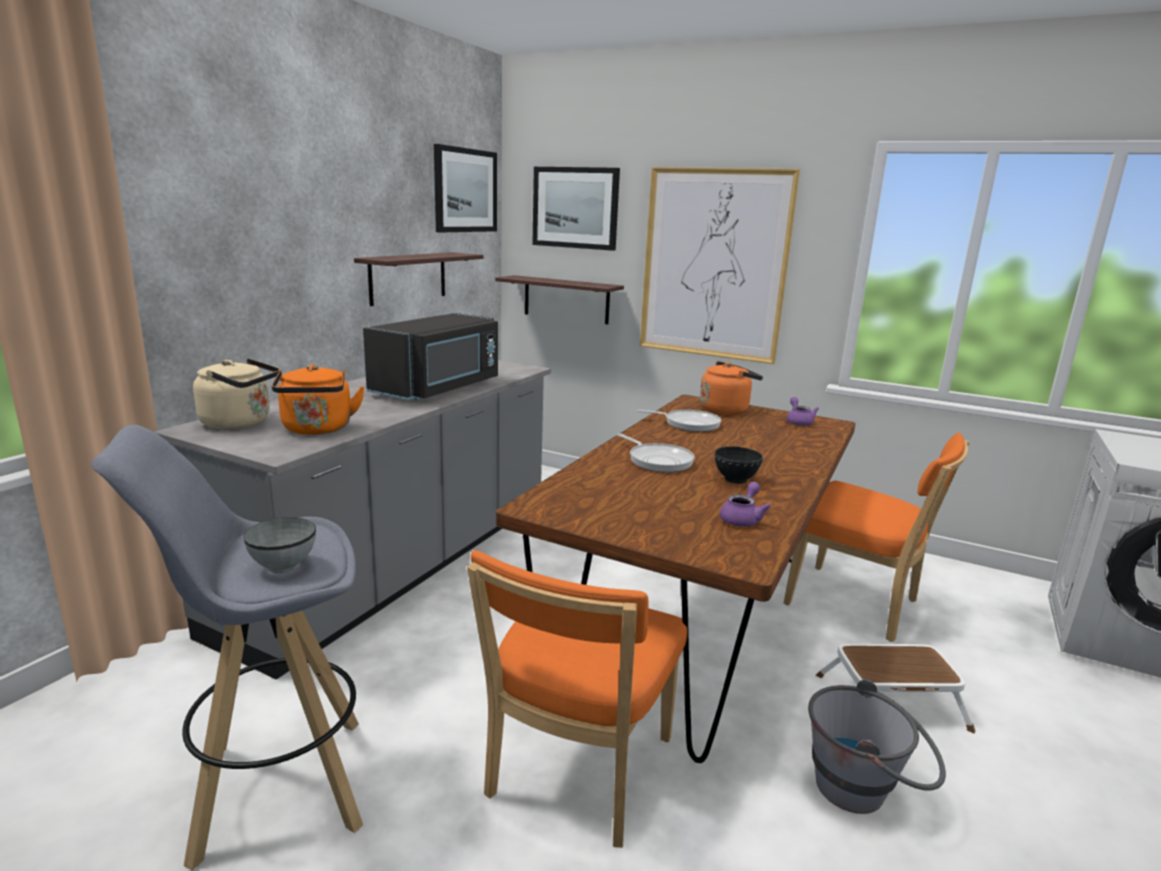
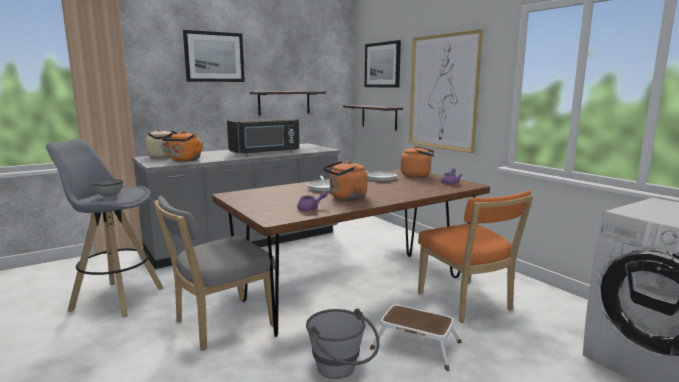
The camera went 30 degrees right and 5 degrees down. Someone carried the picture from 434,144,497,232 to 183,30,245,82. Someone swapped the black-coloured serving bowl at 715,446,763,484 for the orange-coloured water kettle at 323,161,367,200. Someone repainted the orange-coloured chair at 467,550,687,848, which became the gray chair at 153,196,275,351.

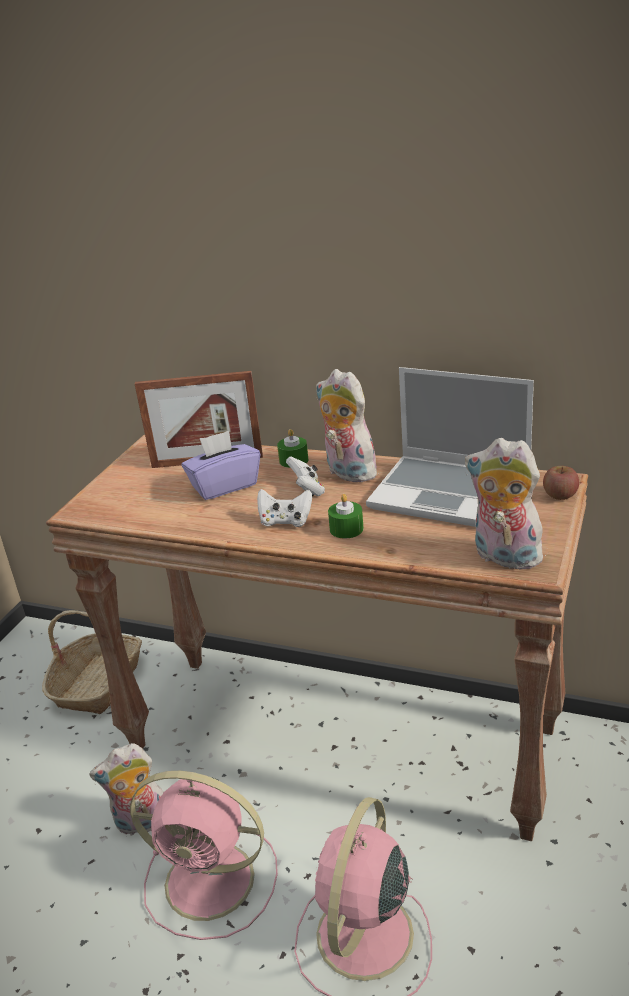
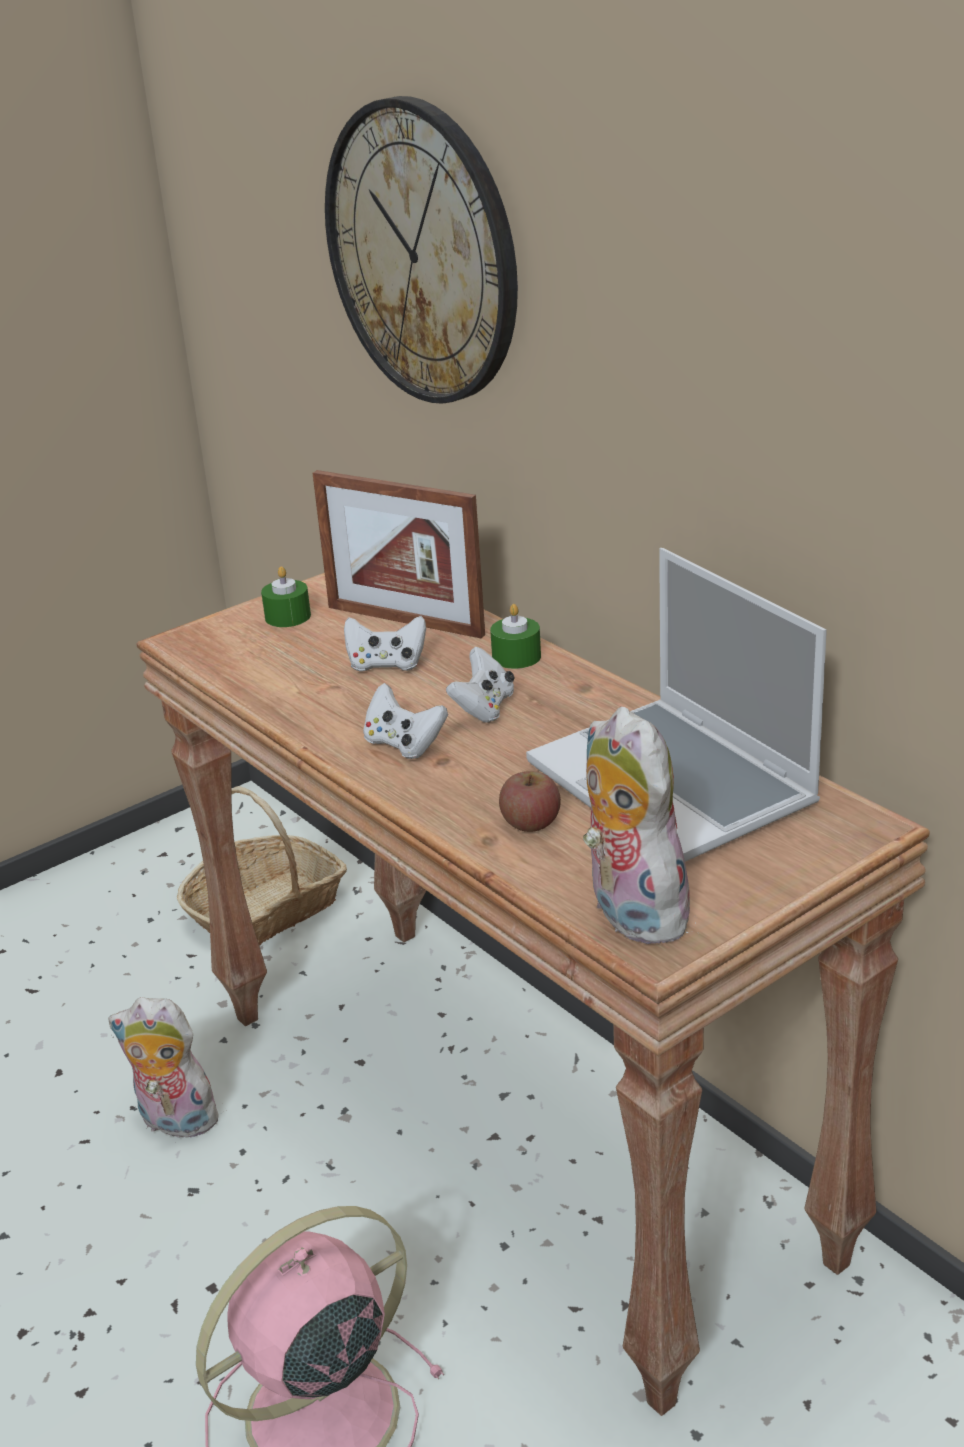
The camera went 30 degrees right and 0 degrees up. Someone took away the pink cooling fan at 130,771,278,940. Someone took away the soft toy at 316,369,377,482. Someone put up the wall clock at 325,96,518,404. Someone carried the greenish wax candle from 328,494,364,539 to 261,566,311,627. Someone carried the apple fruit from 543,466,579,500 to 499,771,561,832. Someone swapped the purplish tissue holder at 181,431,260,500 for the white-coloured game controller at 344,616,426,672.

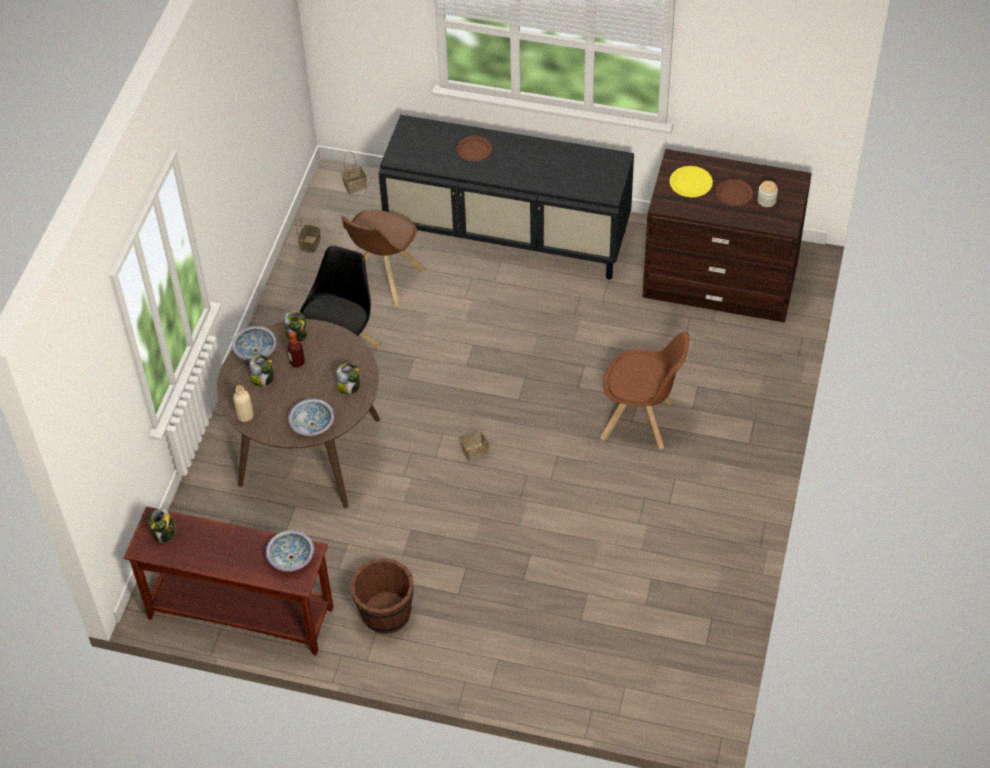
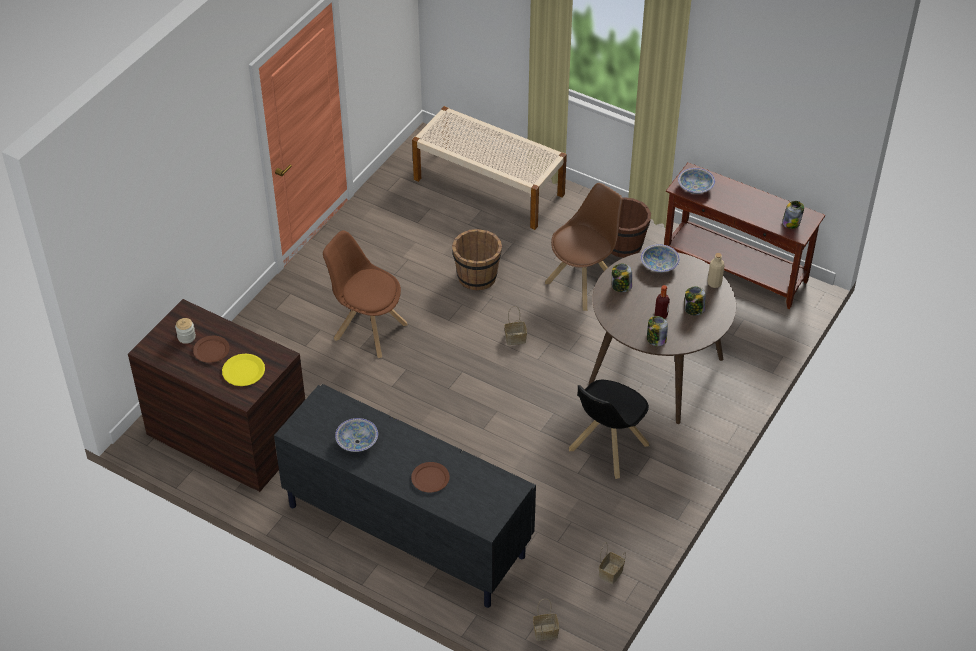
The camera went 165 degrees left and 5 degrees down. Someone put down the beige-coloured long seat at 412,106,567,230. Someone put down the brown-coloured bucket at 452,229,502,290. Someone carried the serving bowl from 232,326,277,361 to 335,418,378,452. Someone carried the brown-coloured chair from 341,210,425,307 to 545,183,623,311.

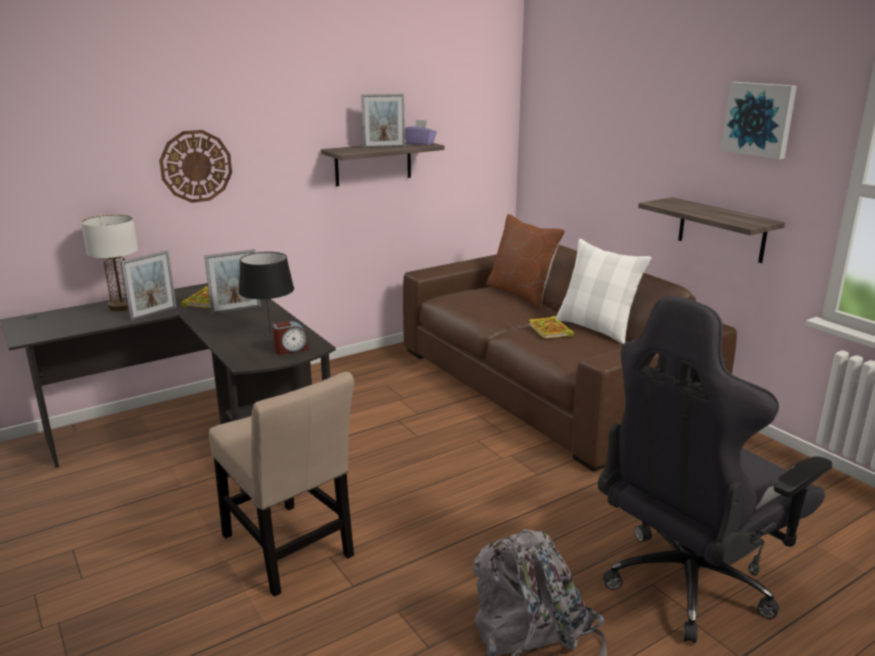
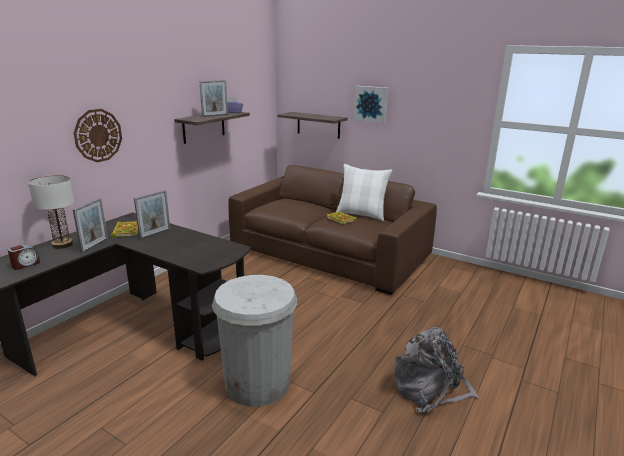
The camera went 25 degrees left and 0 degrees up. Someone took away the black-coloured tabletop lamp at 238,252,294,336. Someone took away the brown-coloured throw pillow at 486,214,565,307. Someone took away the black-coloured office chair at 598,296,833,643. Someone carried the table clock from 272,321,309,355 to 8,245,40,270. Someone carried the bracket shelf from 638,197,785,263 to 278,112,348,139. Someone carried the picture from 721,82,797,159 to 354,86,388,123. Someone swapped the beige-coloured chair at 209,372,354,597 for the white-coloured waste bin at 212,275,297,407.

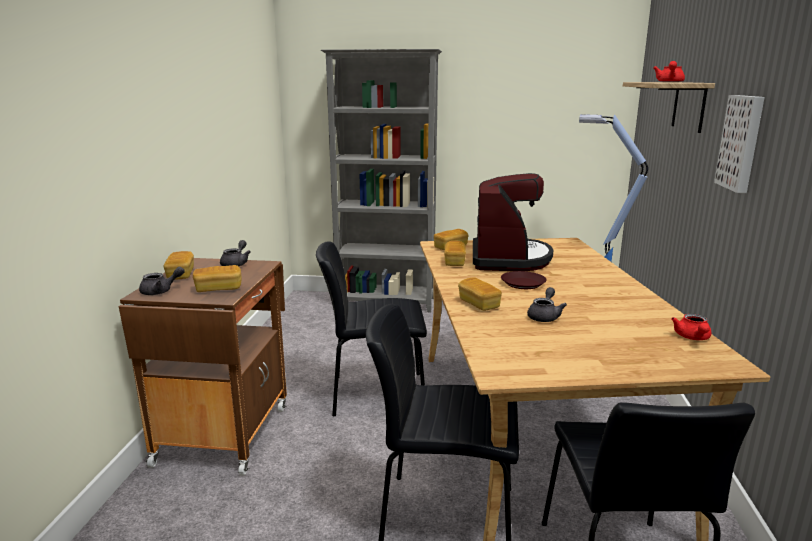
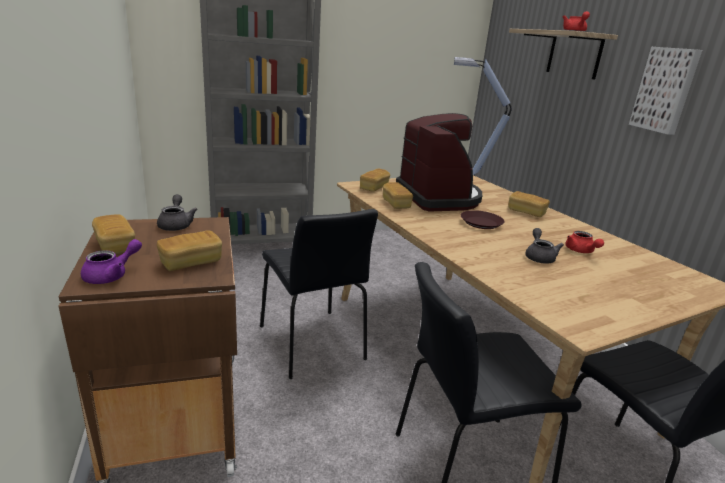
The camera went 25 degrees left and 5 degrees up. Someone carried the baked bread from 458,277,502,311 to 508,191,550,217. Someone carried the reddish pot for tea from 671,314,711,340 to 565,231,604,253. Someone repainted the gray pot for tea at 139,267,185,295, which became the purplish pot for tea at 81,239,142,284. Someone rotated the black-coloured chair at 316,241,427,416 by 90 degrees counterclockwise.

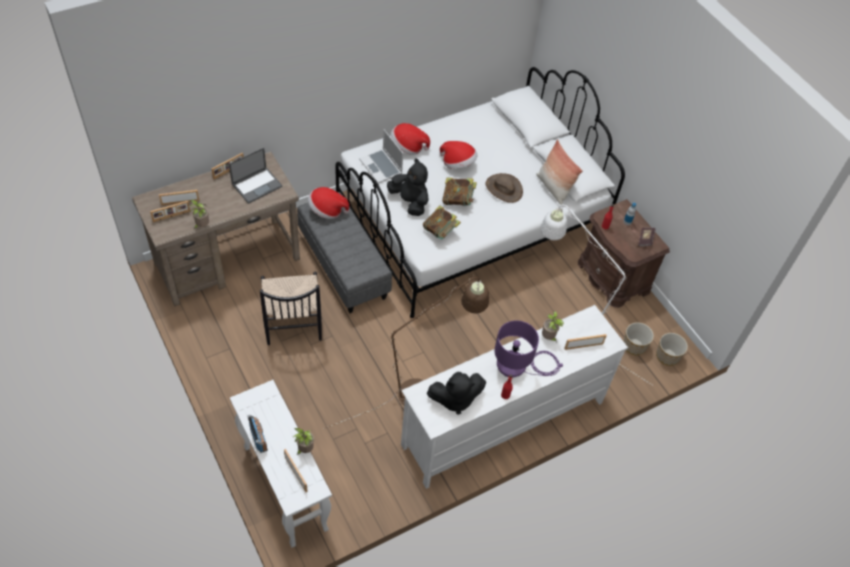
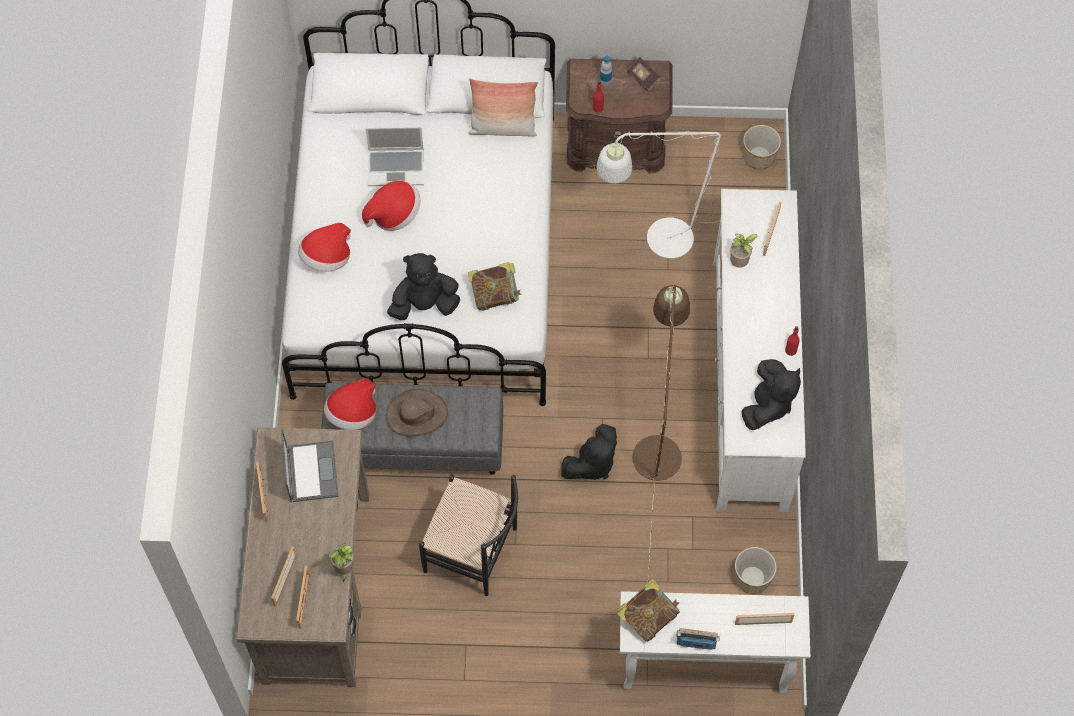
The camera went 55 degrees left and 10 degrees up. Someone took away the plant in a pot at 293,428,314,455. Someone took away the purplish tabletop lamp at 495,320,563,377. Someone put down the black-coloured soft toy at 561,424,617,480. Someone carried the notebook computer from 359,129,403,183 to 365,127,424,186. Someone carried the book from 442,178,477,206 to 617,578,680,642. Someone carried the brown-coloured wearable hat from 485,173,523,203 to 386,389,448,436. Someone carried the planter from 623,322,654,355 to 735,547,777,594.

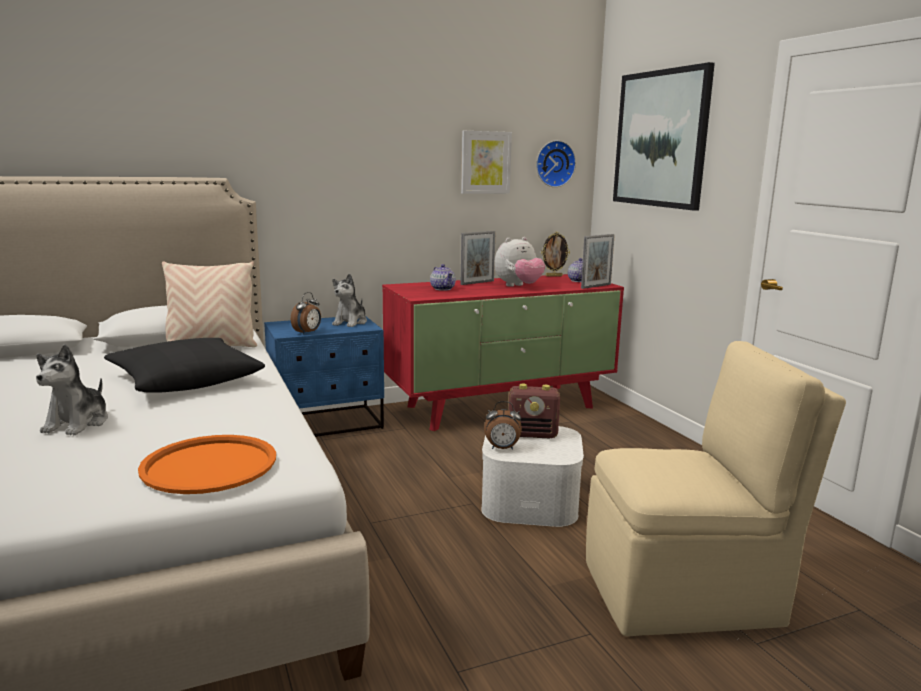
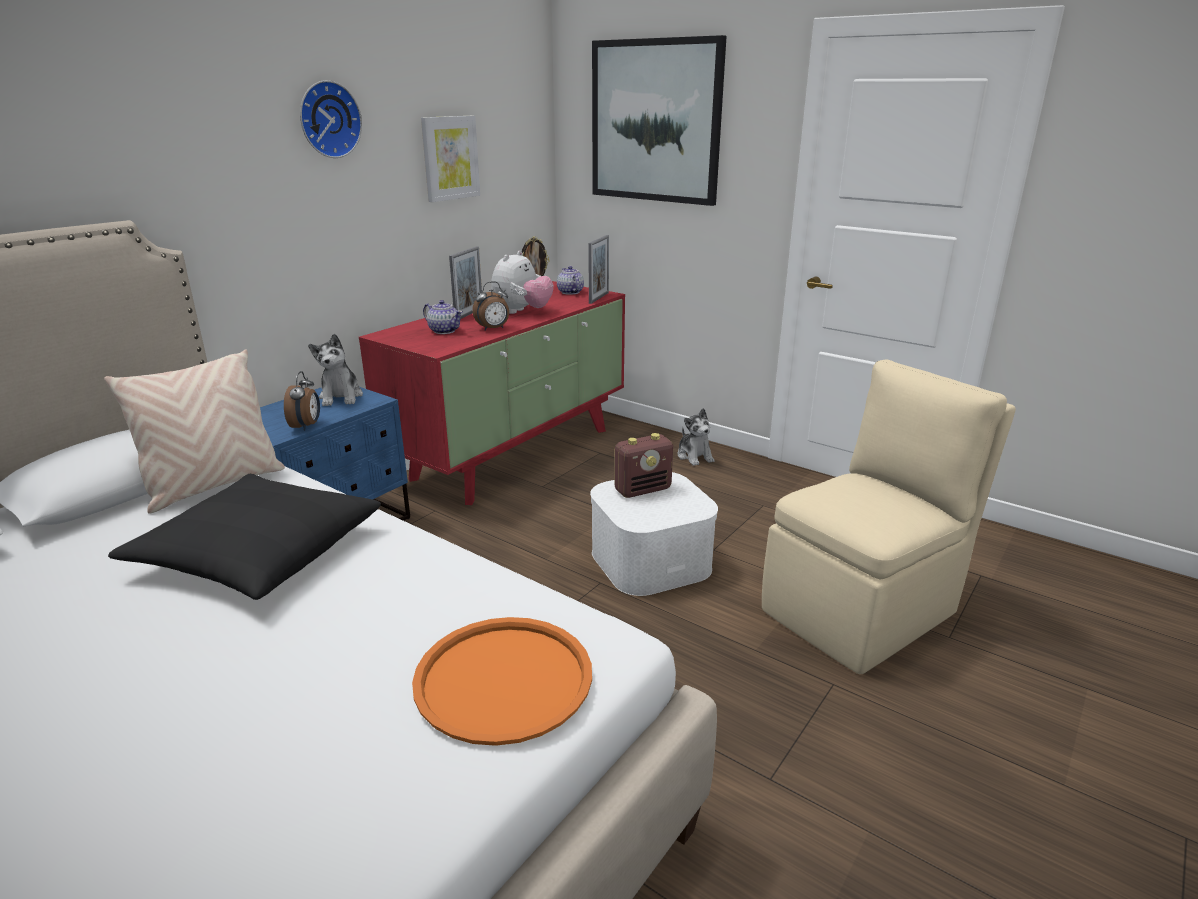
The camera went 30 degrees left and 10 degrees up. Someone carried the soft toy from 36,344,108,436 to 677,408,715,466. Someone carried the table clock from 484,401,522,450 to 472,282,509,330. Someone carried the wall clock from 536,140,576,187 to 300,80,362,158.

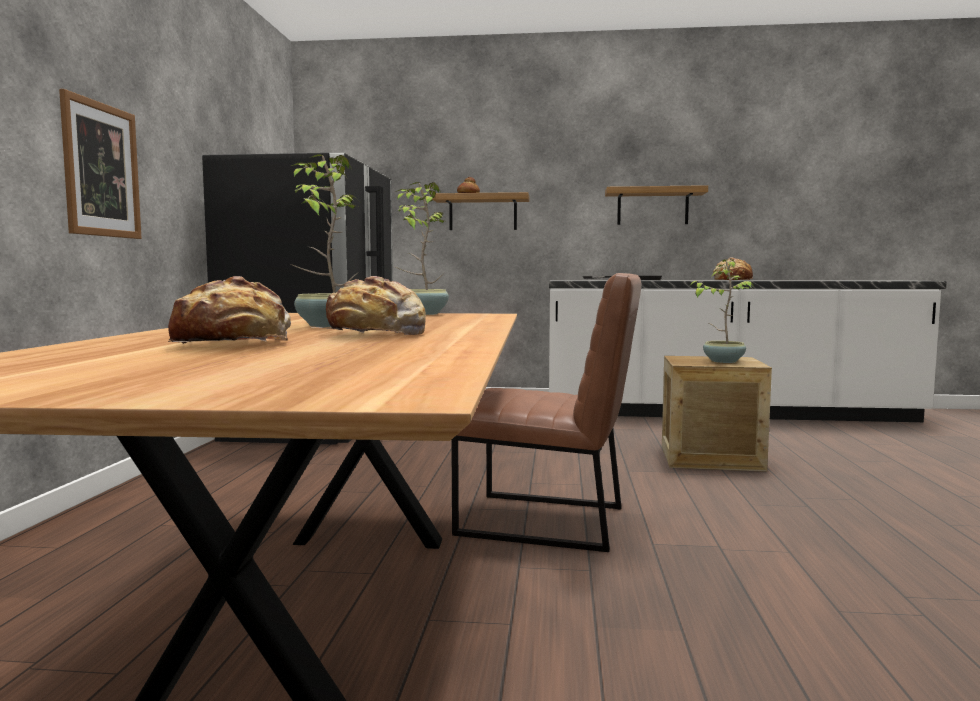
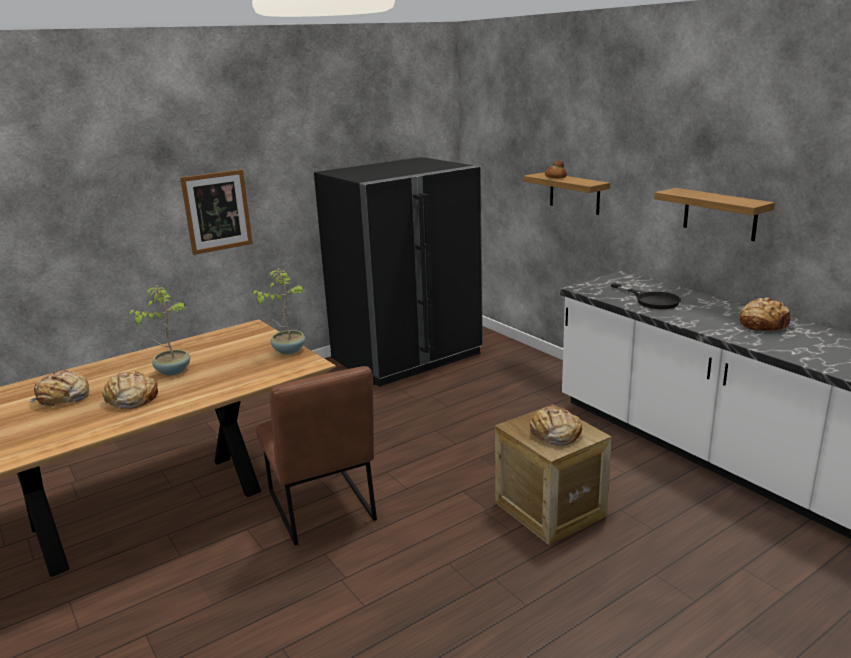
The camera went 50 degrees right and 15 degrees up. Someone swapped the plant in a pot at 690,259,754,363 for the baked bread at 530,407,582,446.

